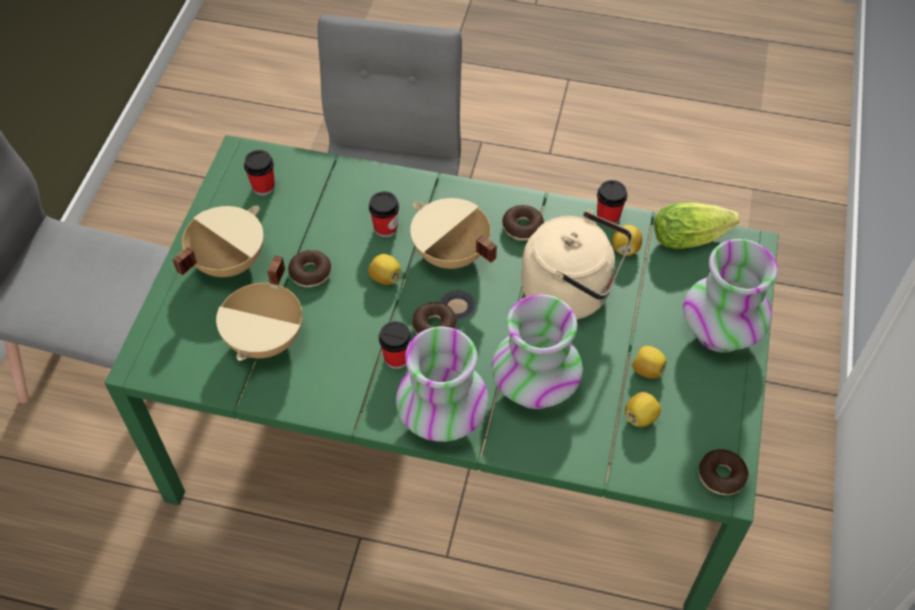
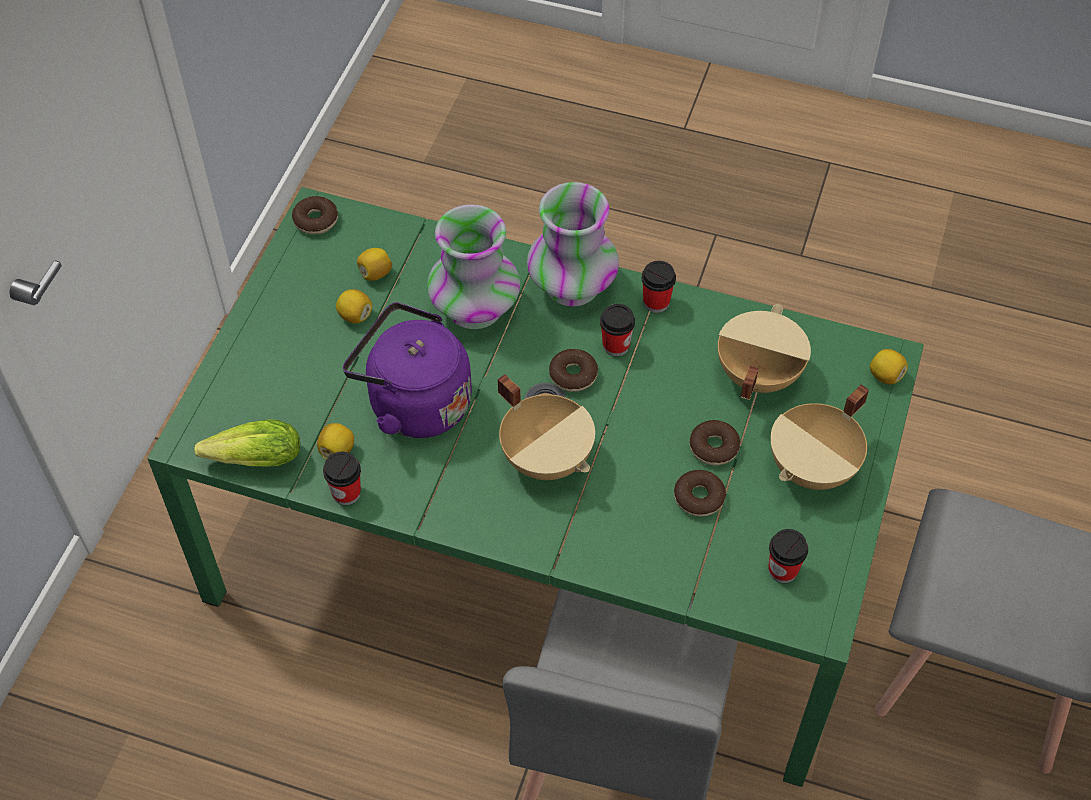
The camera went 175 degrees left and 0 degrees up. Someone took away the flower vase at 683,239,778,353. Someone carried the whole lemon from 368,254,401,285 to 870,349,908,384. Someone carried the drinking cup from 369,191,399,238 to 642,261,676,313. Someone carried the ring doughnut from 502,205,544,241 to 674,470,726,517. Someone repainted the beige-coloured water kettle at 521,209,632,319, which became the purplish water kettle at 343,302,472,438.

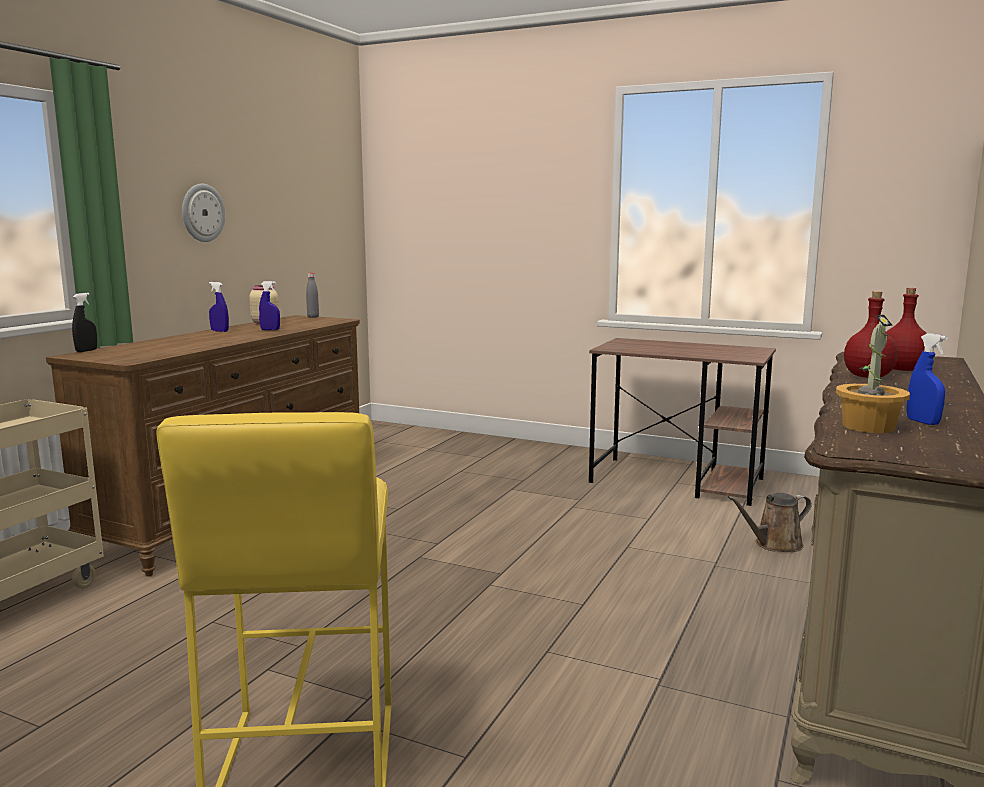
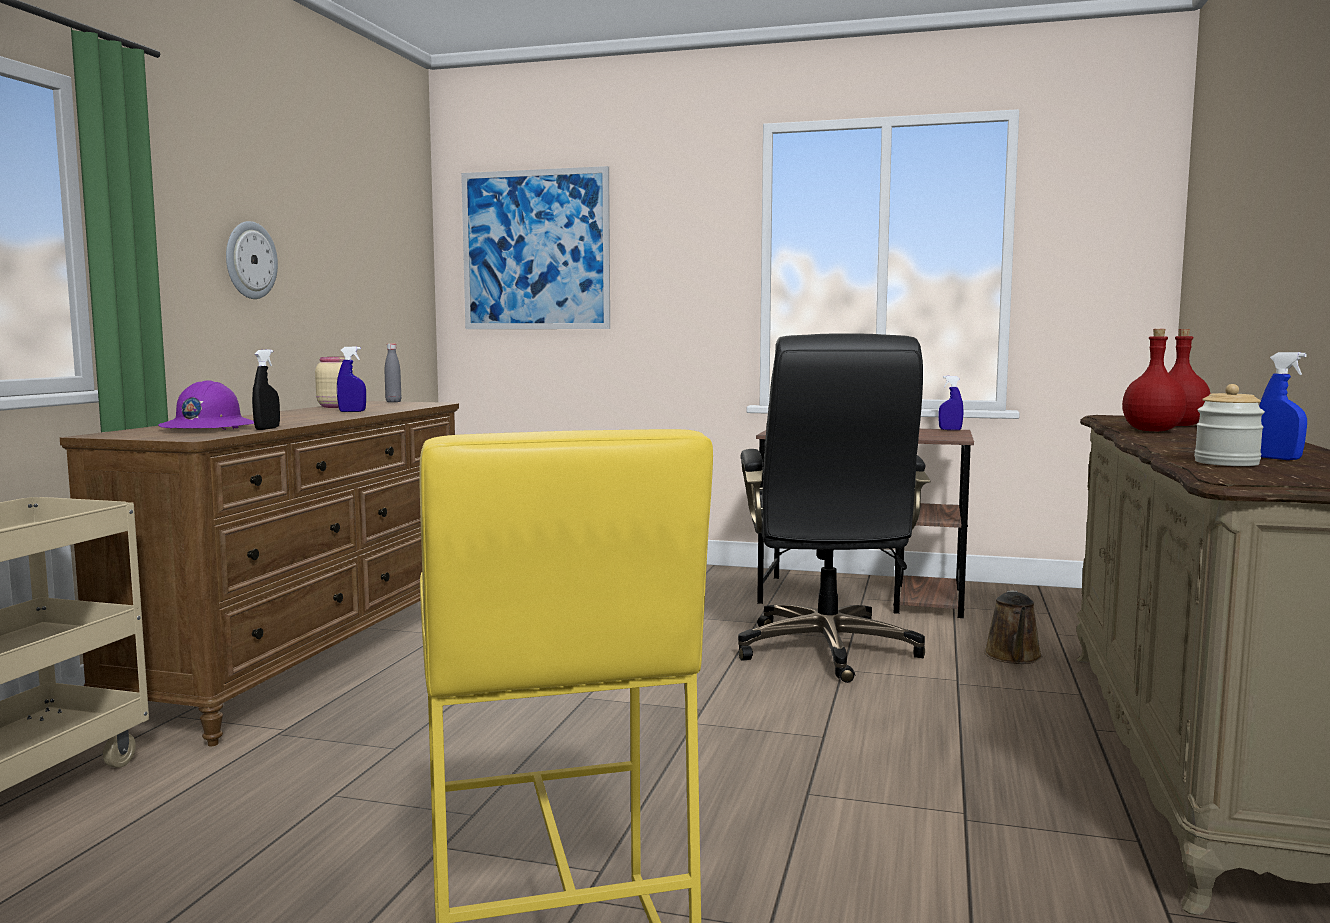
The camera went 10 degrees left and 5 degrees down. Someone put down the purplish safety helmet at 158,380,254,430. Someone put up the picture at 461,166,610,329. Someone put down the black-coloured office chair at 738,333,931,683. Someone carried the black-coloured hand sprayer from 72,293,97,352 to 252,349,280,430. Someone carried the bluish hand sprayer from 209,282,229,332 to 938,376,964,430. Someone swapped the plant in a pot at 836,315,910,433 for the jar at 1194,384,1265,466. Someone rotated the brown-coloured sprinkling can at 728,493,812,552 by 45 degrees counterclockwise.

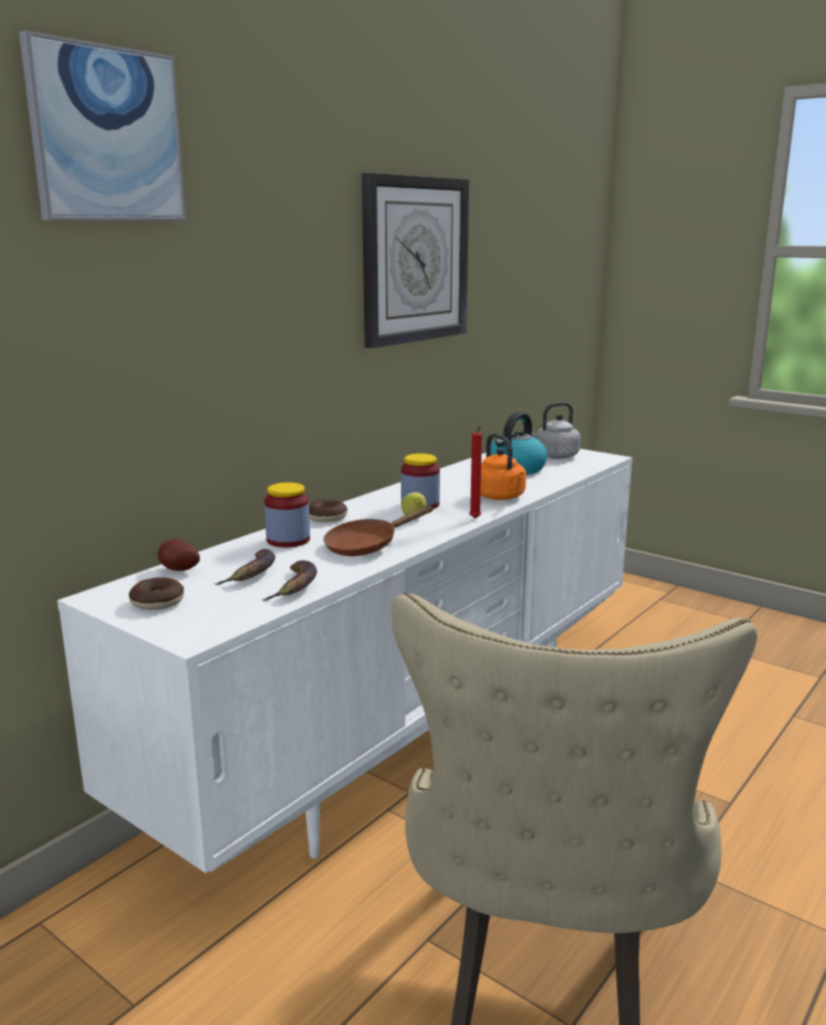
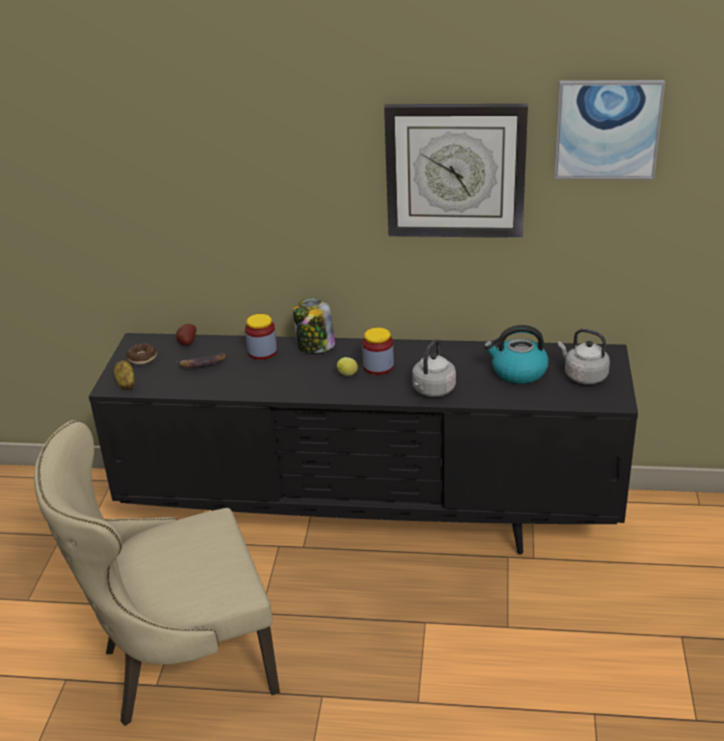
The camera went 60 degrees right and 15 degrees up. Someone took away the whole banana at 262,560,317,601. Someone took away the brown-coloured skillet at 324,505,434,556. Someone took away the reddish wax candle at 469,426,482,519. Someone put down the spud at 114,360,135,390. Someone carried the picture from 19,31,186,221 to 554,80,665,179. Someone swapped the ring doughnut at 309,499,348,522 for the jar at 293,298,335,353. Someone repainted the white-coloured cabinet at 57,449,633,873, which became the black-coloured cabinet at 89,333,638,555. Someone repainted the orange-coloured water kettle at 481,433,526,500, which became the gray water kettle at 412,339,456,397.

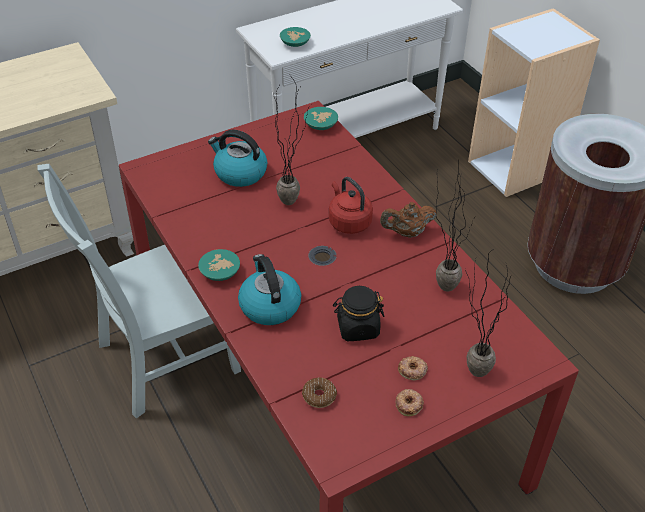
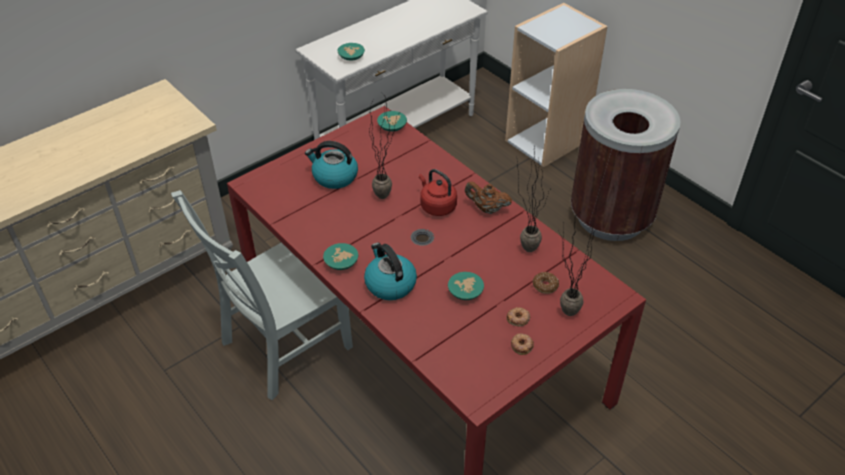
The camera went 10 degrees left and 0 degrees up. Someone carried the ring doughnut from 302,378,337,408 to 533,272,559,294. Someone swapped the black-coloured jar at 333,286,384,341 for the blue-green serving bowl at 448,272,484,300. Someone rotated the brown-coloured pot for tea at 380,202,437,238 by 45 degrees clockwise.

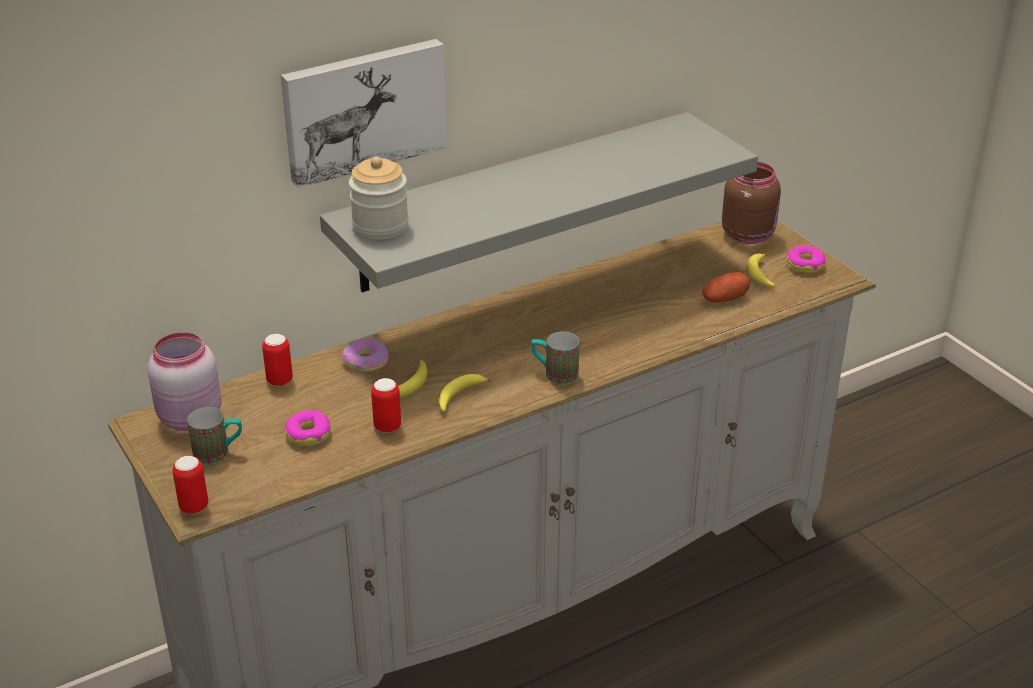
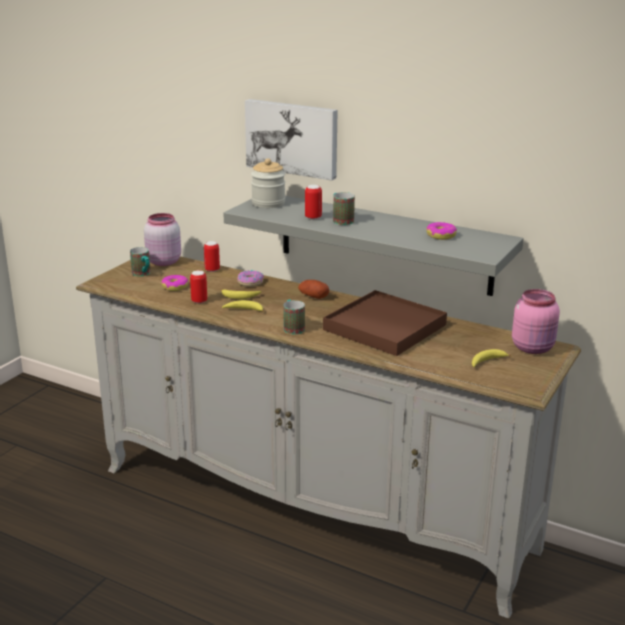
The camera went 60 degrees right and 10 degrees down. Someone put down the brown-coloured carrying tray at 323,290,447,356. Someone put down the coffee mug at 333,192,355,225. Someone carried the sealed can from 172,456,208,514 to 305,185,322,220. Someone carried the spud from 702,272,750,303 to 298,280,329,299. Someone carried the ring doughnut from 786,245,826,273 to 426,222,457,240. Someone repainted the brown-coloured jar at 722,162,781,244, which became the pink jar at 512,289,560,354.

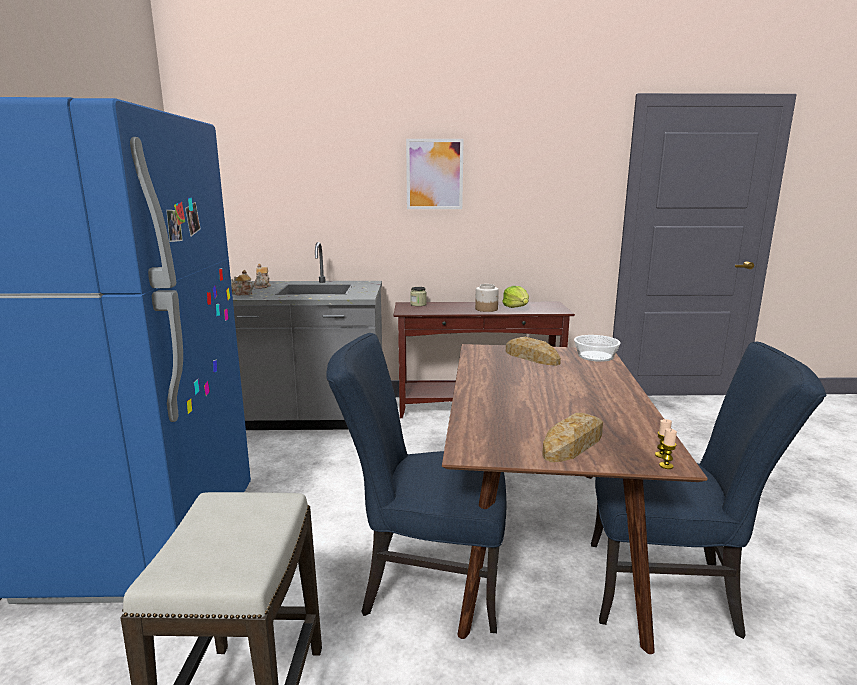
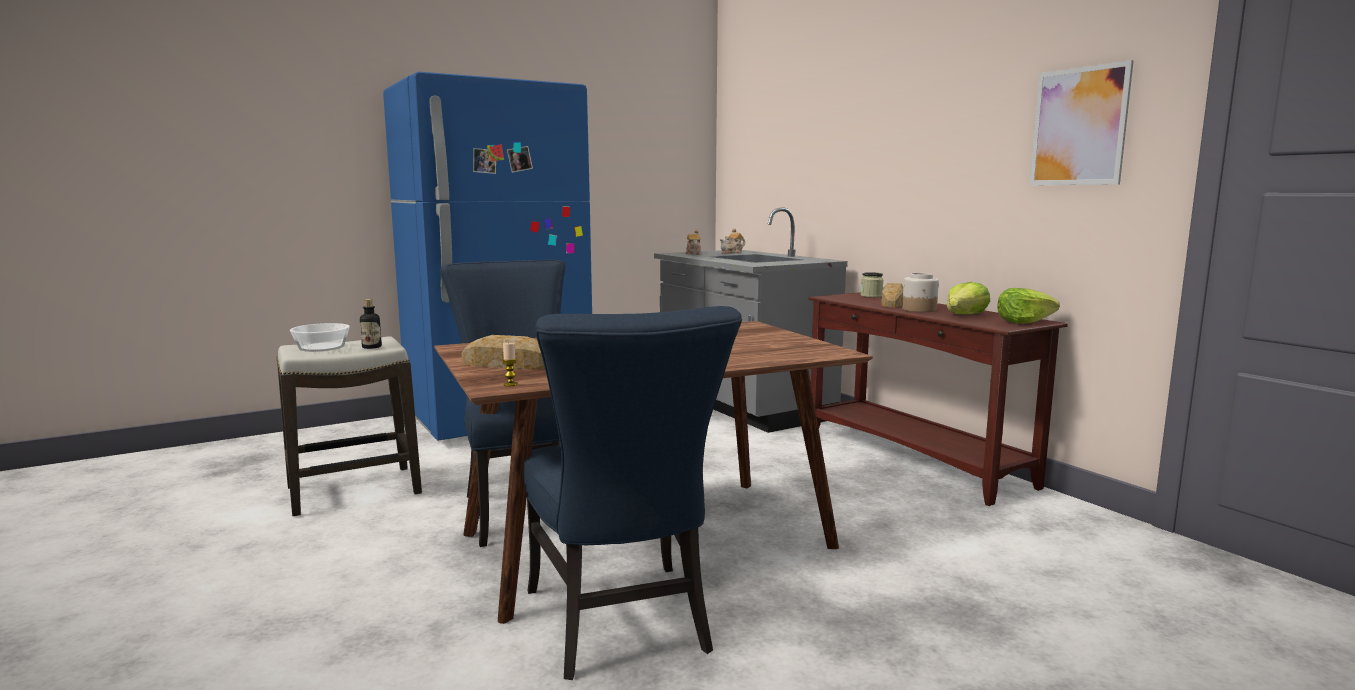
The camera went 60 degrees right and 5 degrees down. Someone took away the wax candle at 659,428,677,469. Someone put down the drink bottle at 360,299,382,349. Someone put down the lettuce at 997,288,1060,323. Someone carried the picture from 406,139,464,209 to 1029,60,1134,185. Someone carried the baked bread from 506,337,561,366 to 881,283,903,307. Someone carried the serving bowl from 574,335,621,362 to 290,323,350,352.

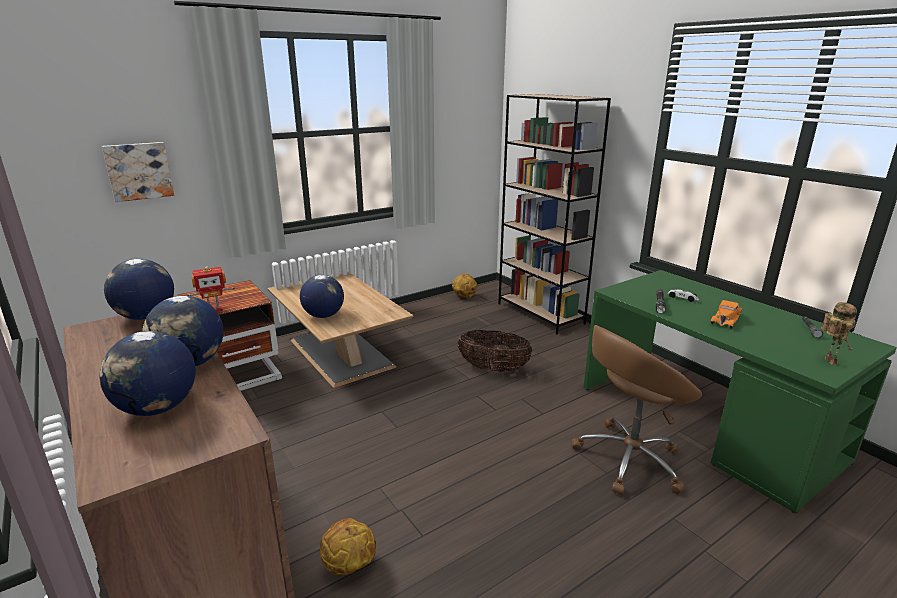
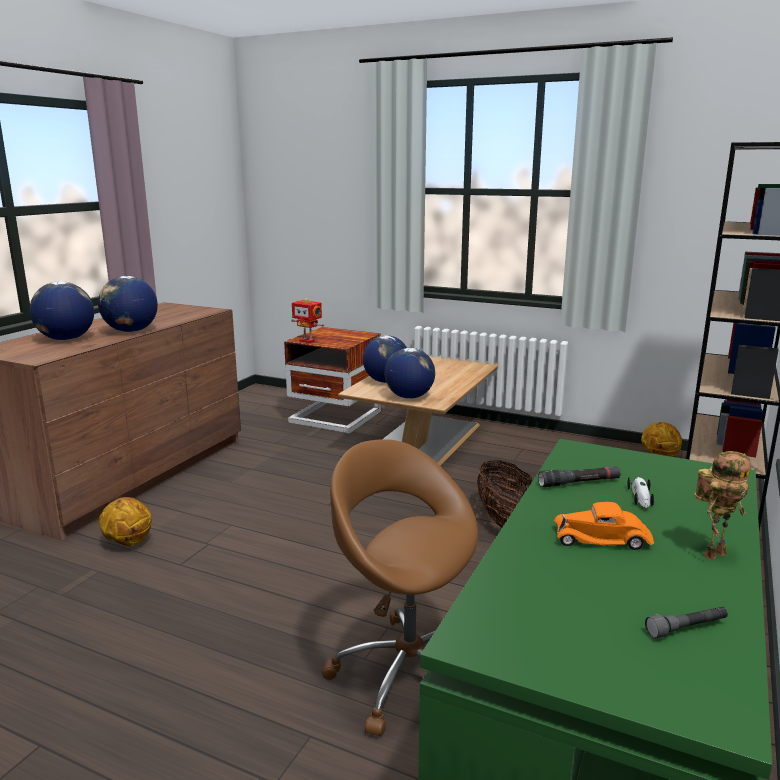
The camera went 60 degrees right and 5 degrees down. Someone took away the picture at 102,142,174,202. Someone carried the globe from 104,259,174,320 to 384,348,435,399. Someone carried the robot figure from 821,302,857,365 to 695,451,751,560.

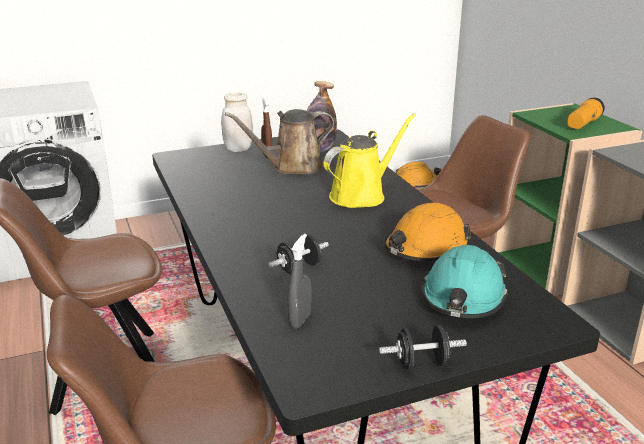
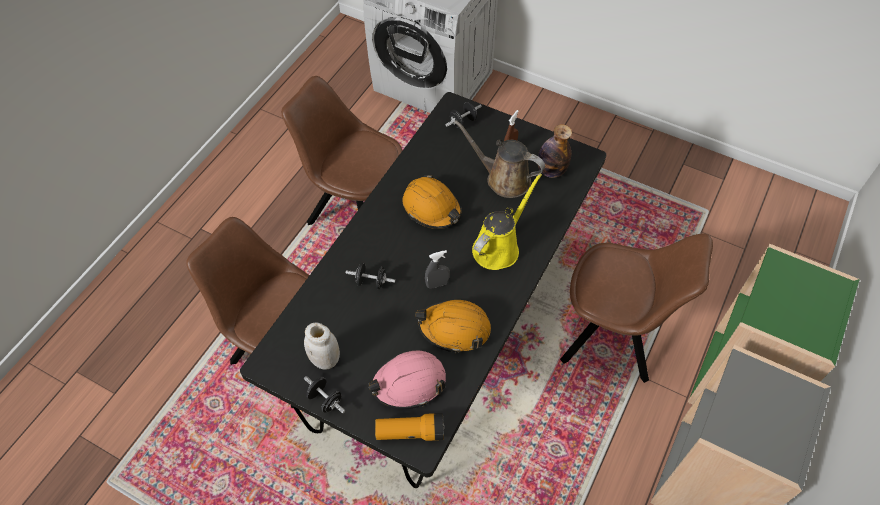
The camera went 50 degrees right and 30 degrees up. Someone put down the black-coloured dumbbell at 446,102,482,128. Someone carried the white-coloured jar from 221,92,253,152 to 304,323,340,370. Someone carried the gray hand sprayer from 288,234,312,328 to 425,250,450,289. Someone carried the orange-coloured safety helmet from 396,162,441,189 to 402,175,462,229. Someone carried the torch from 567,97,605,129 to 375,413,444,441. Someone repainted the blue-green safety helmet at 422,245,508,318, which became the pink safety helmet at 368,351,446,409. Someone rotated the yellow-coloured sprinkling can at 323,113,416,208 by 60 degrees counterclockwise.

